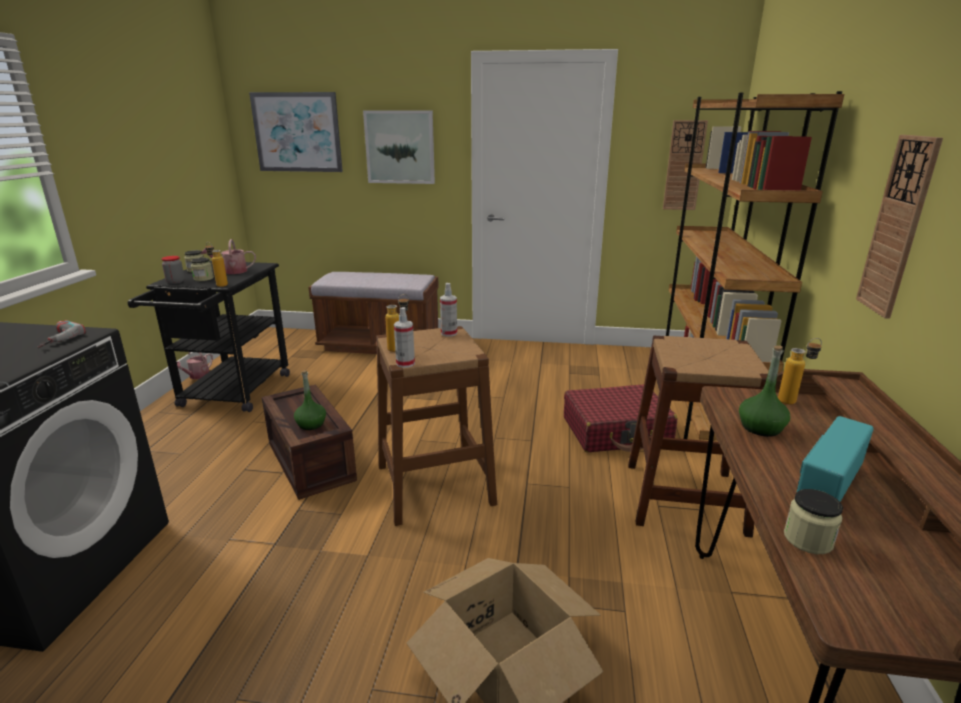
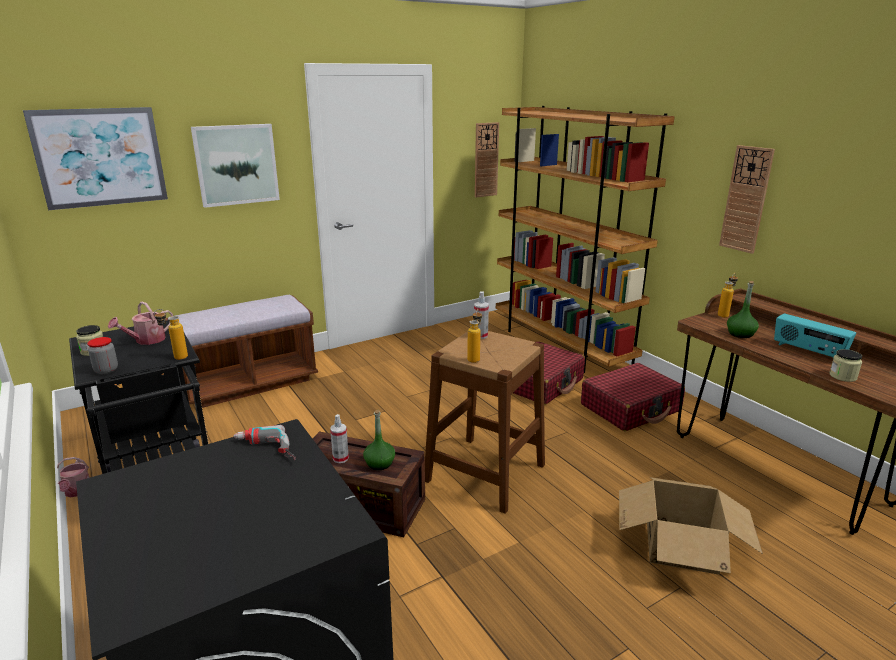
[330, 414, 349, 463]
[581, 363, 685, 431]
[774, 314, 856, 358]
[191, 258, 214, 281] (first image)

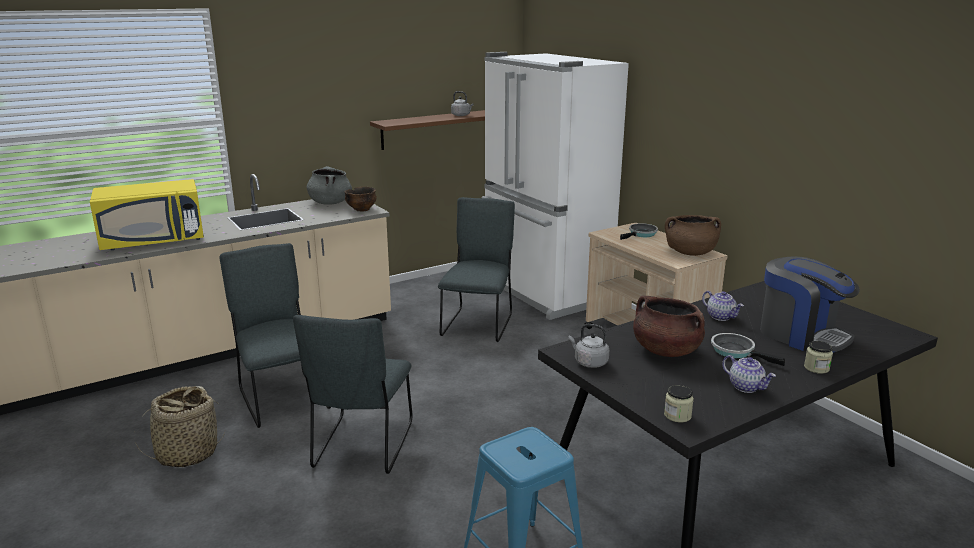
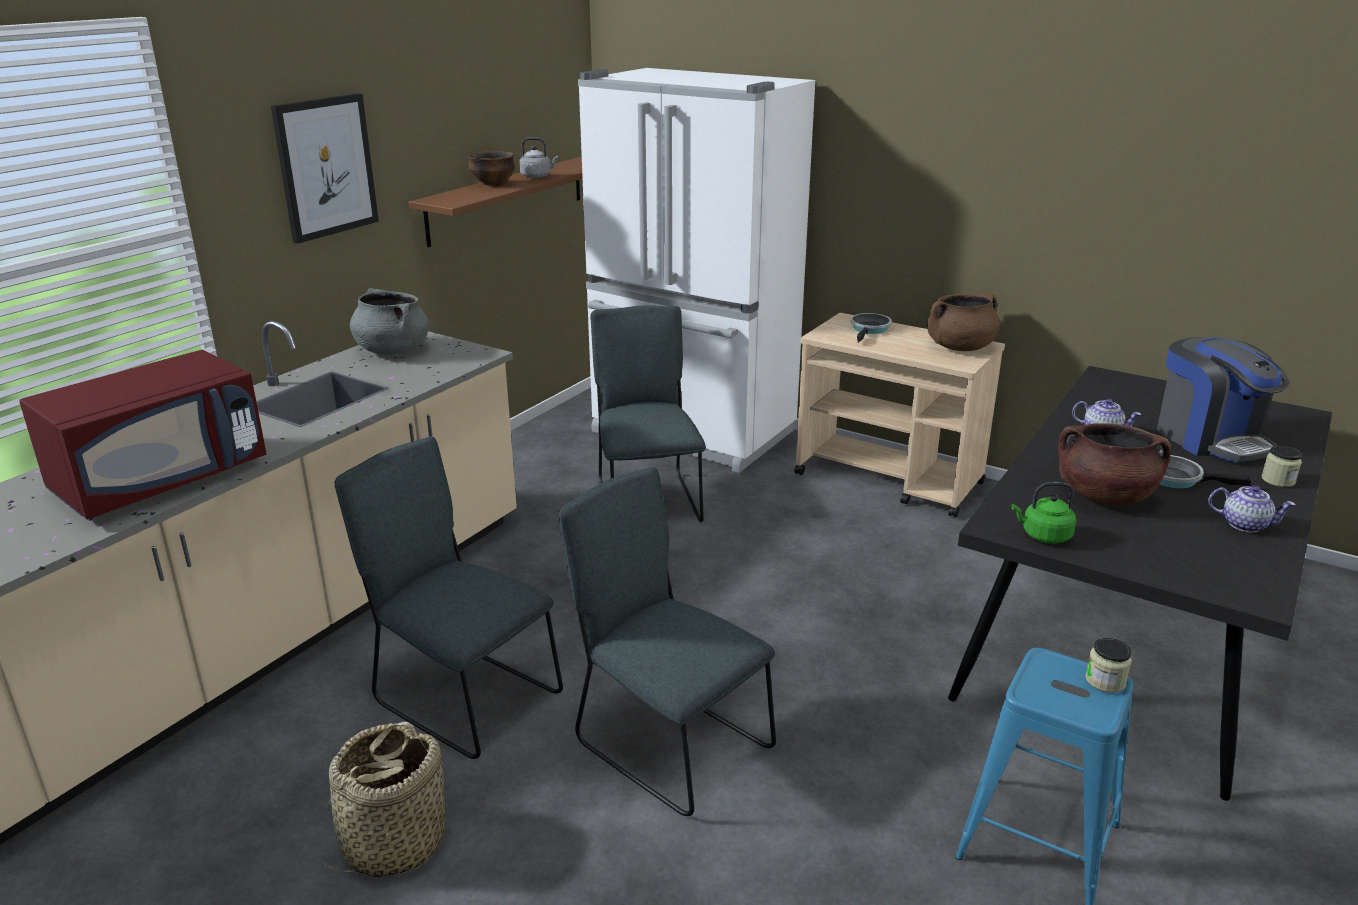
[19, 350, 266, 520]
[271, 93, 379, 244]
[468, 151, 515, 186]
[559, 467, 776, 816]
[1011, 482, 1076, 544]
[1085, 638, 1132, 693]
[1157, 337, 1290, 463]

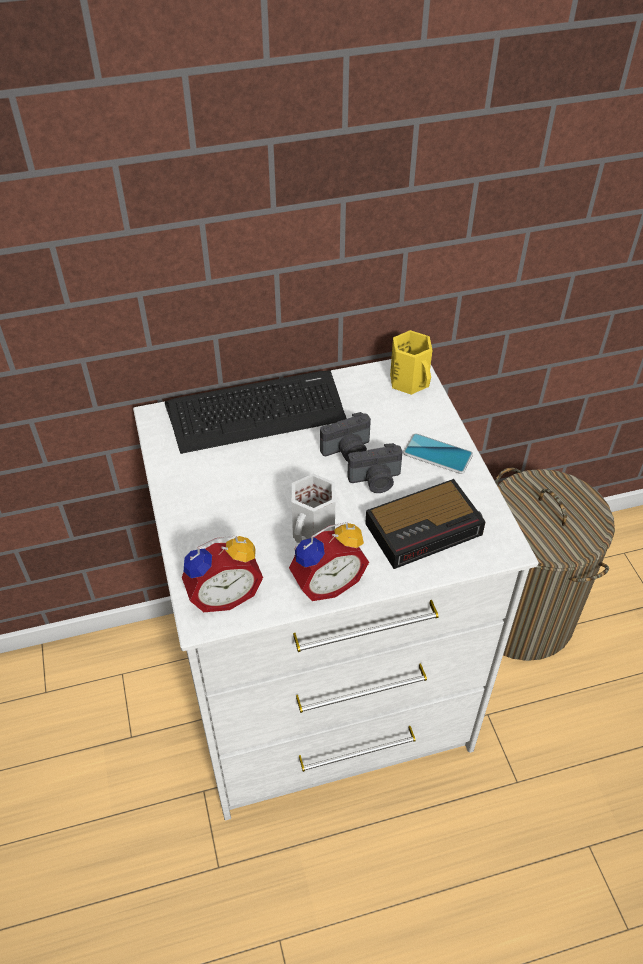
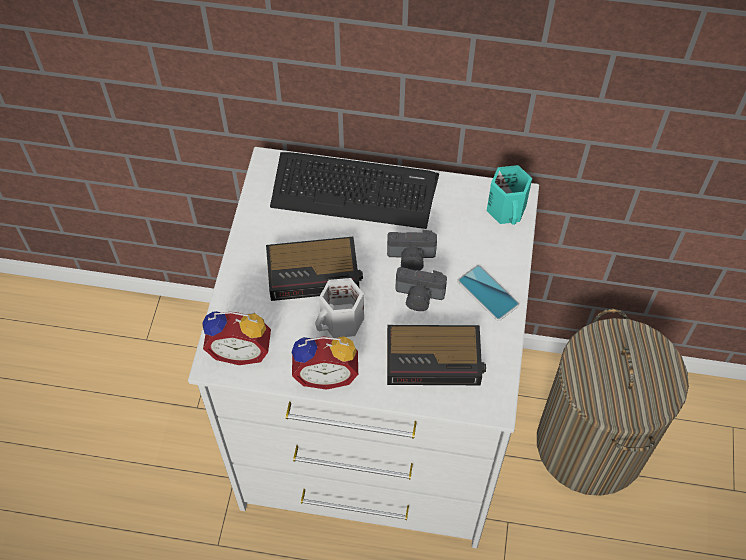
[266, 237, 363, 301]
[487, 165, 532, 225]

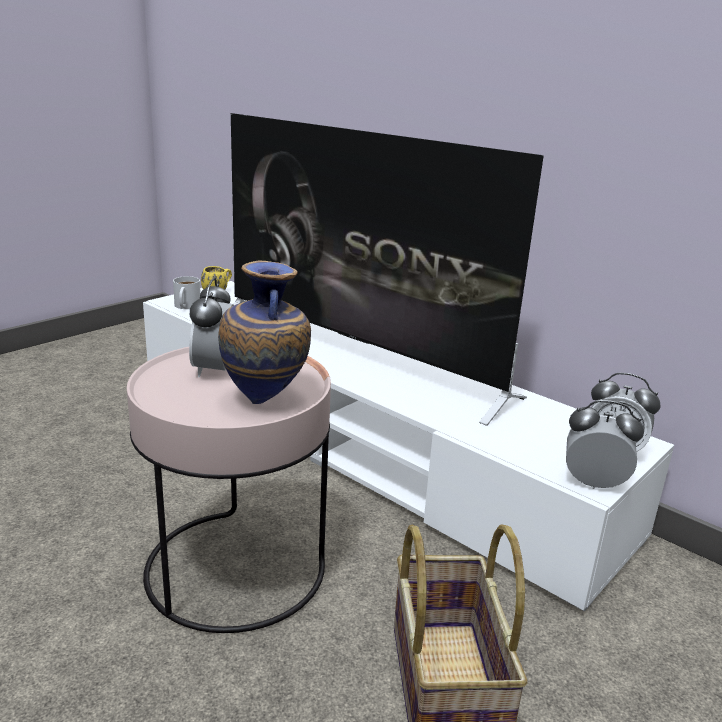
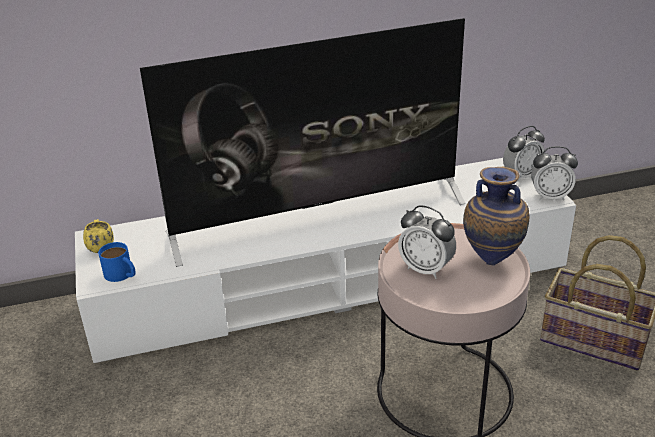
[98, 242, 136, 282]
[531, 146, 578, 201]

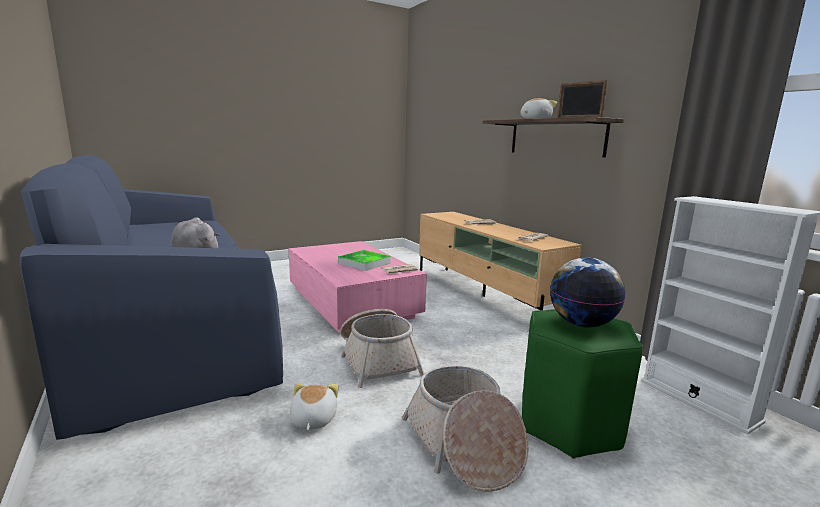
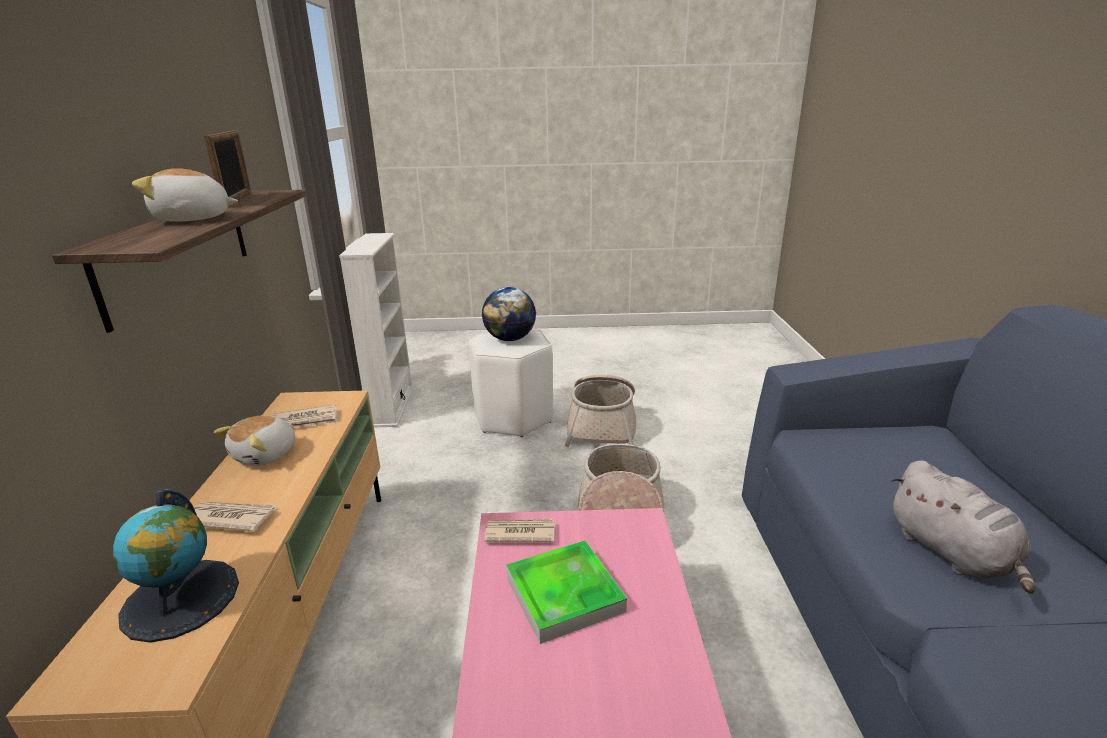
[113, 489, 239, 643]
[214, 416, 296, 466]
[468, 329, 553, 437]

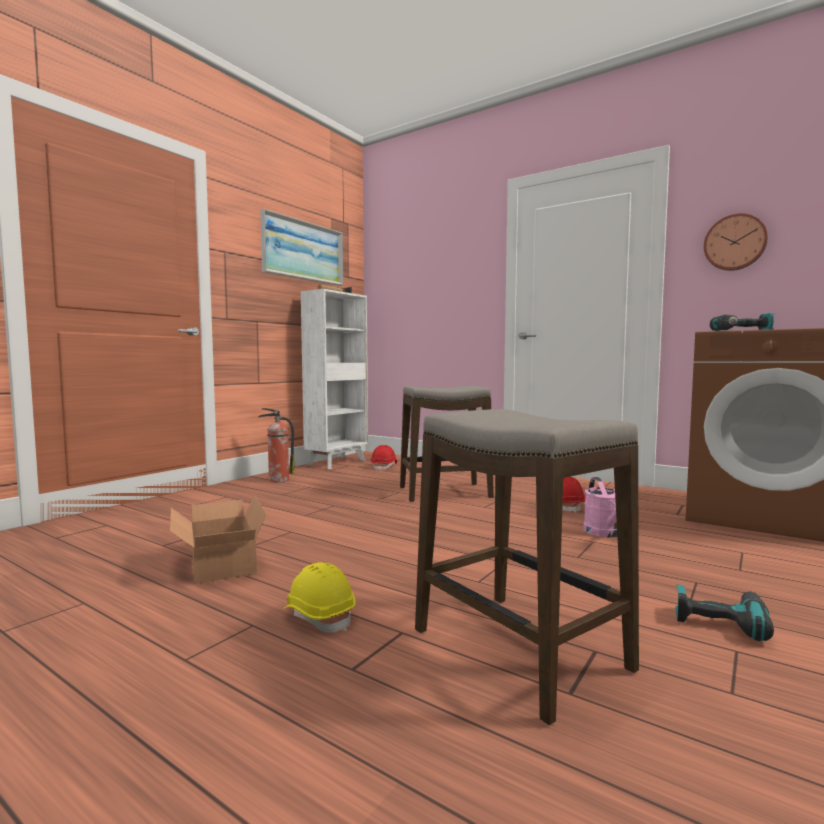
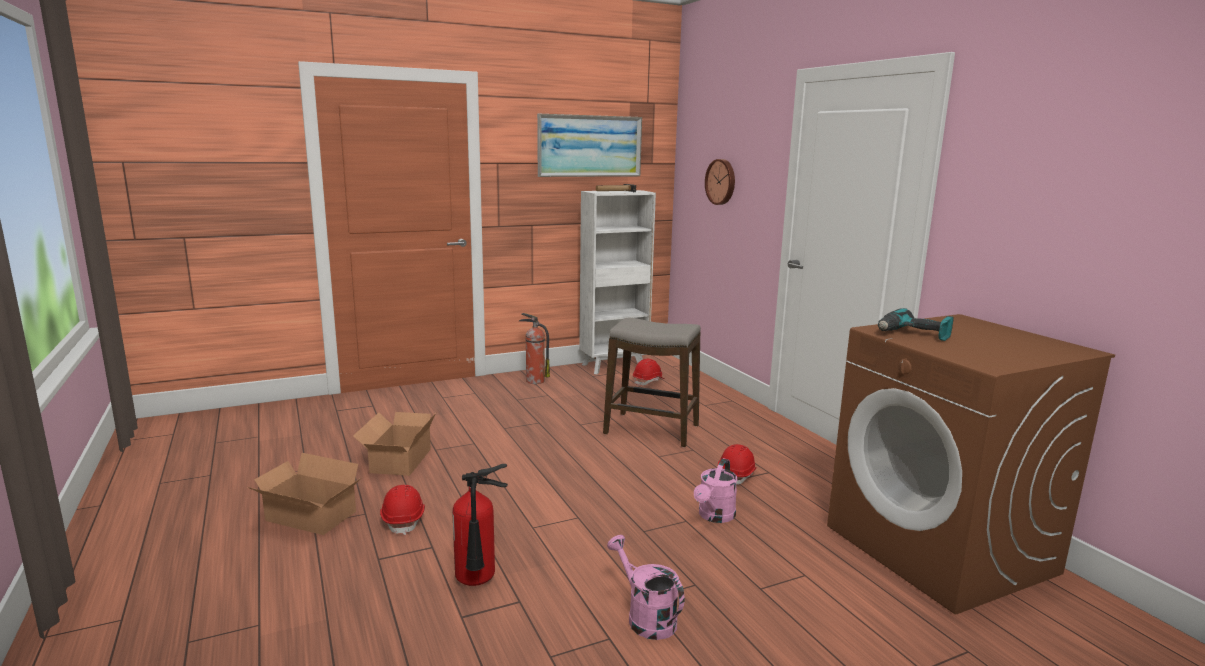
[248, 453, 362, 535]
[380, 485, 425, 535]
[452, 464, 508, 586]
[607, 535, 685, 640]
[705, 159, 735, 205]

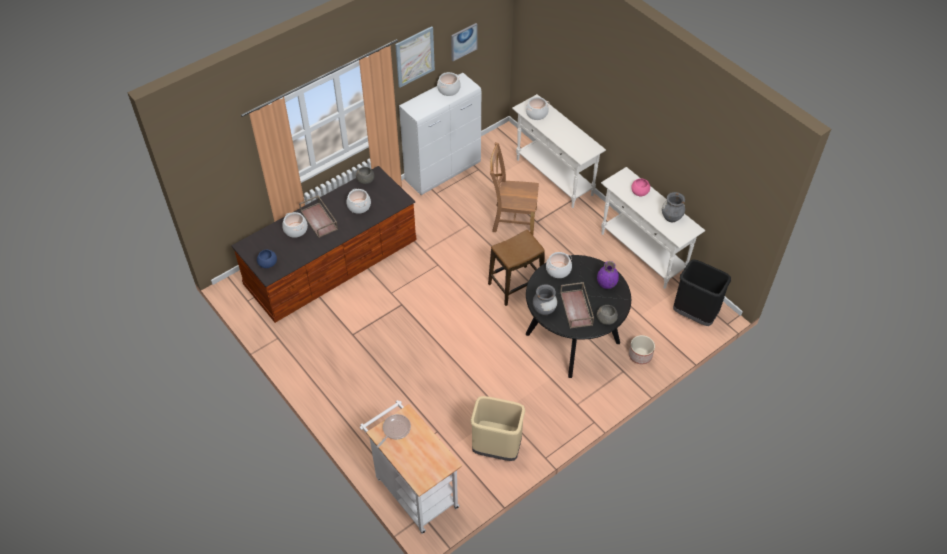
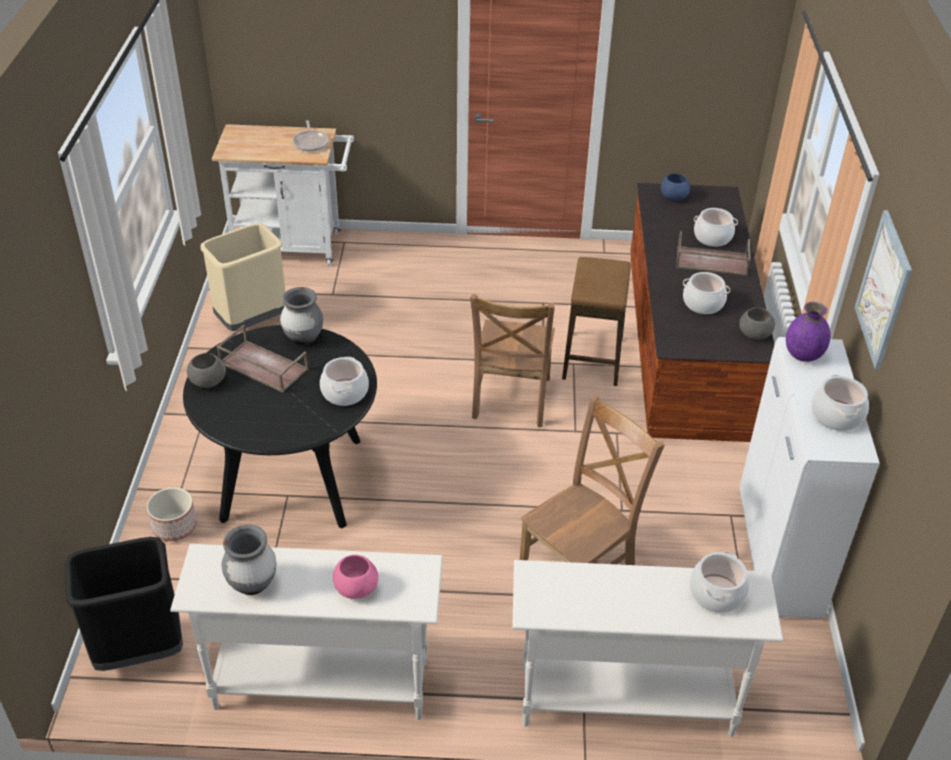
[470, 294, 555, 427]
[562, 257, 631, 386]
[786, 302, 831, 362]
[451, 23, 478, 61] (first image)

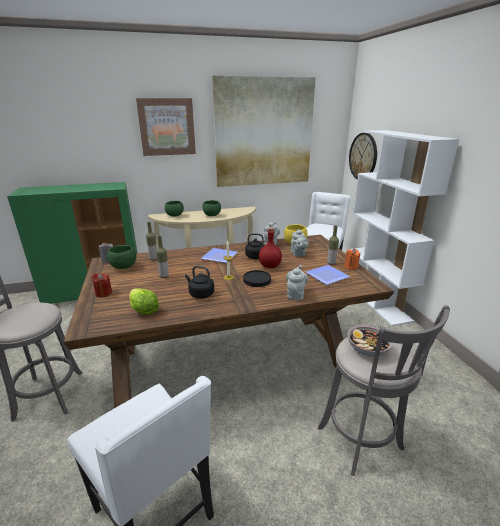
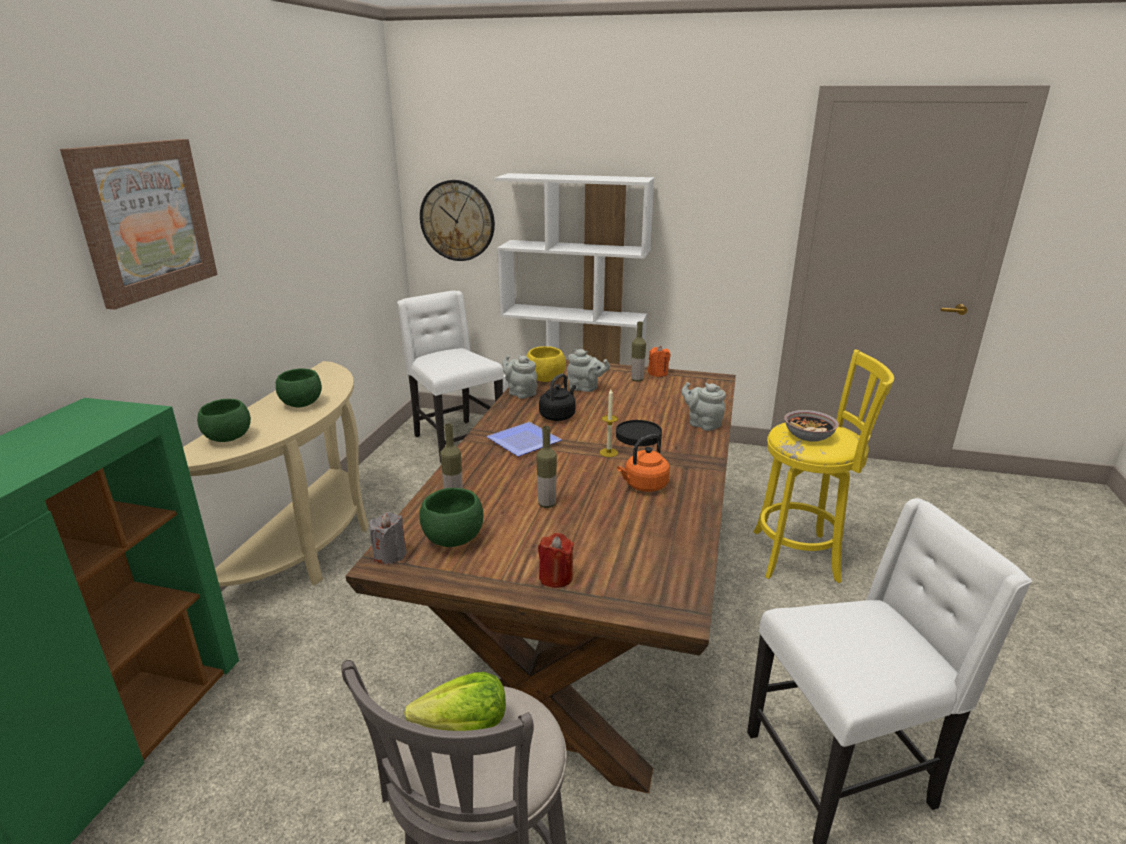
[404, 672, 506, 731]
[617, 434, 670, 492]
[754, 349, 894, 583]
[212, 76, 316, 187] (first image)
[259, 228, 282, 268] (first image)
[305, 265, 351, 285] (first image)

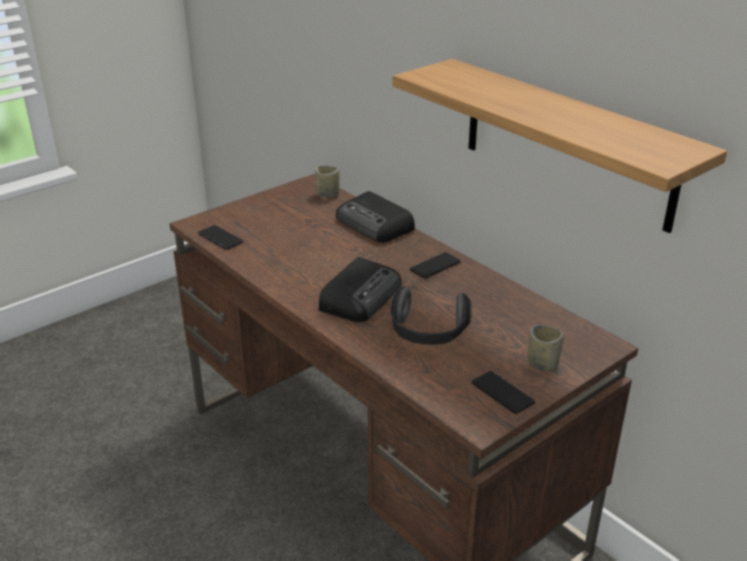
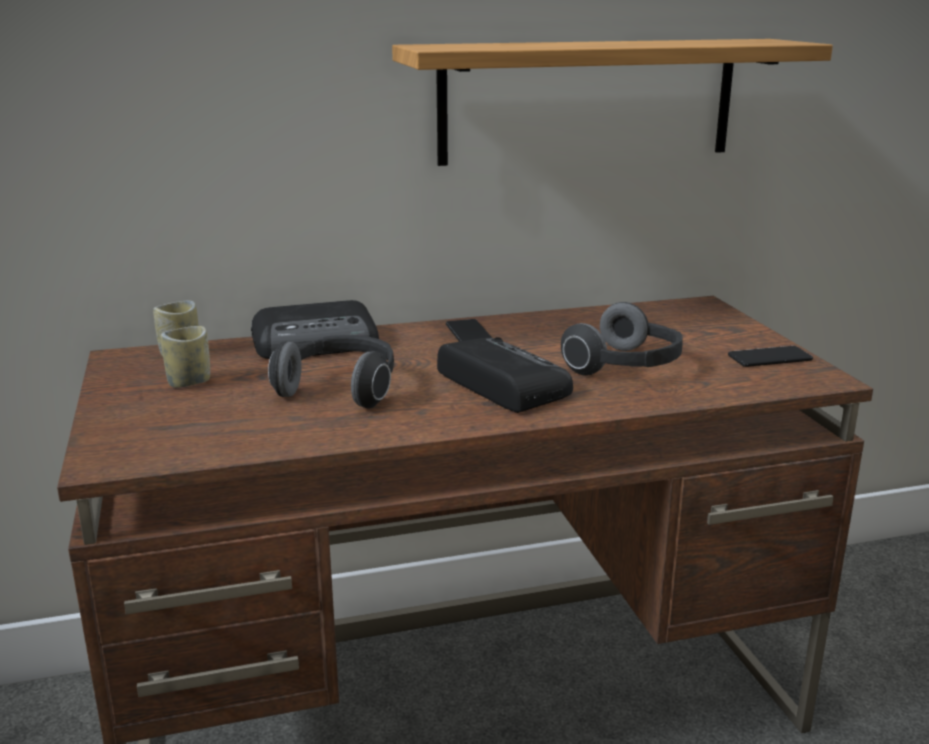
[161, 326, 210, 388]
[268, 335, 394, 409]
[198, 225, 243, 250] (first image)

